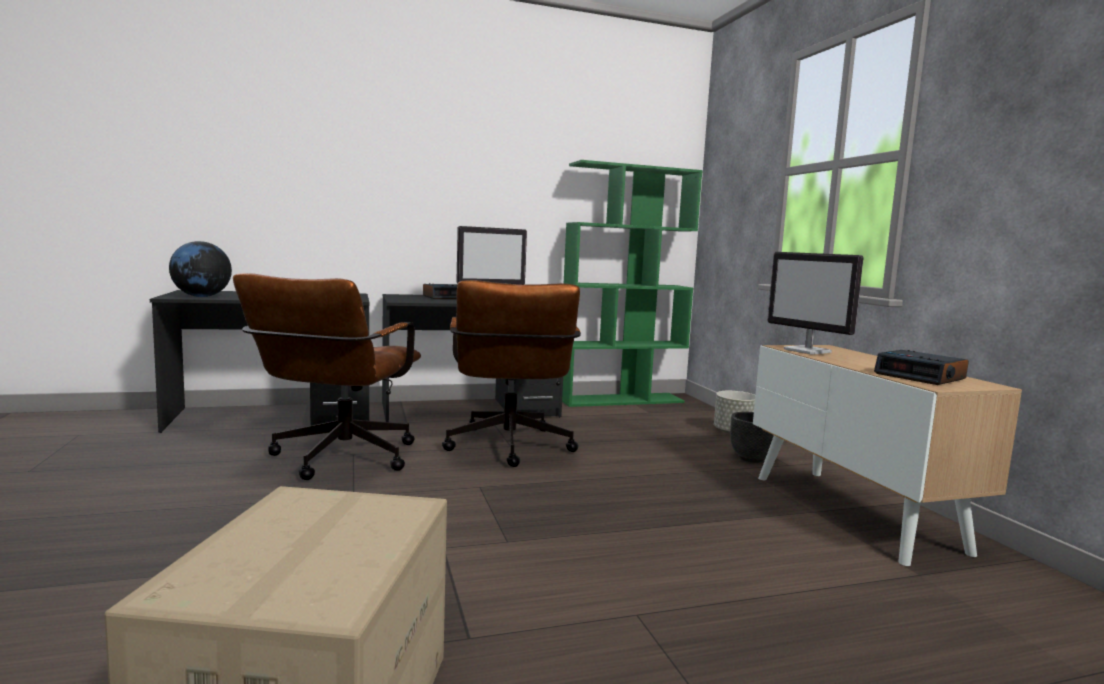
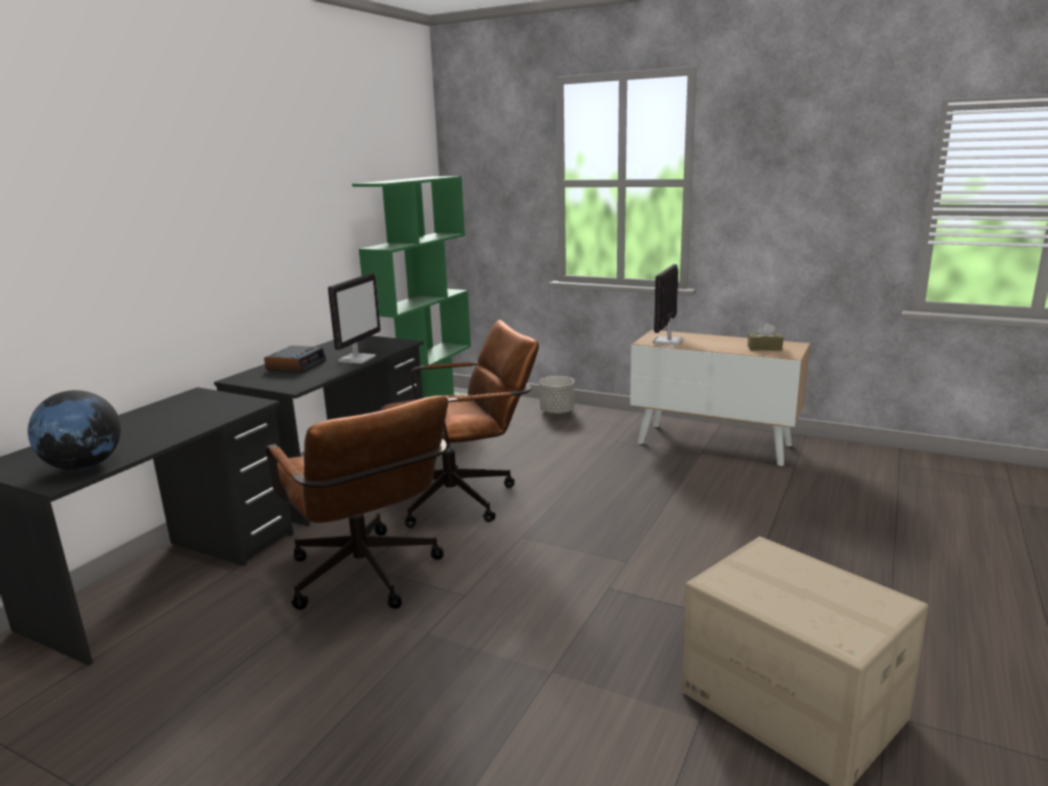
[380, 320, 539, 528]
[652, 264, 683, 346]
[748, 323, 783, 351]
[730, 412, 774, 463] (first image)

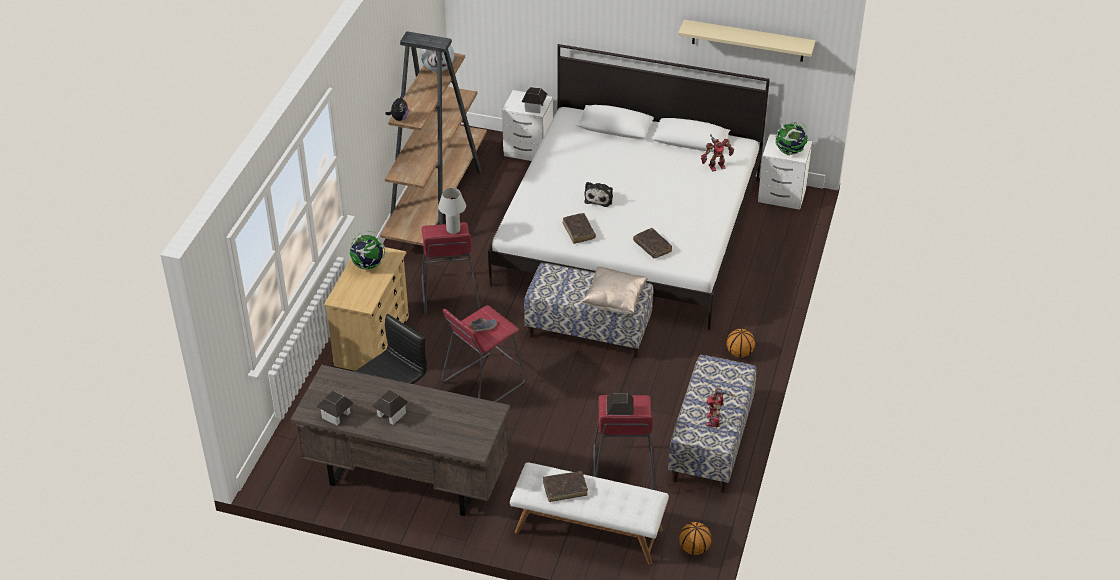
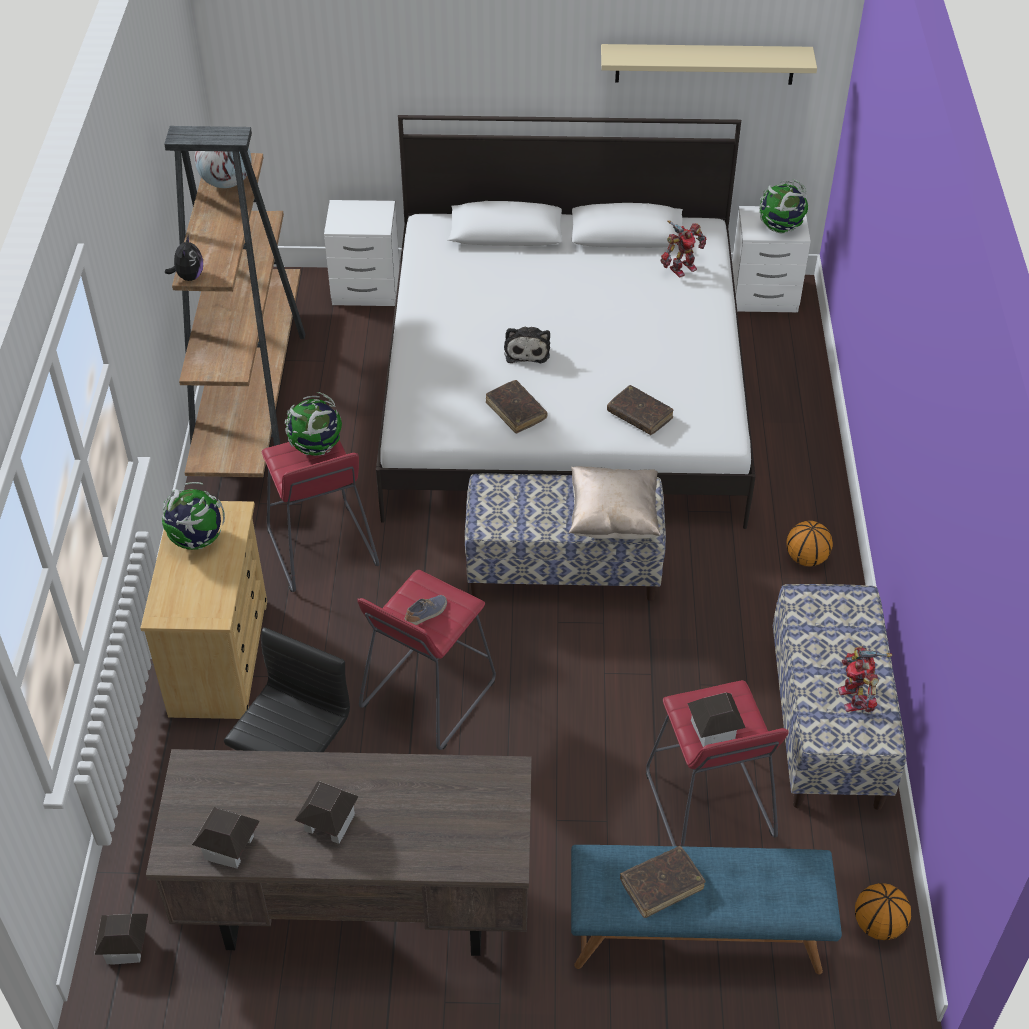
[94, 914, 148, 965]
[285, 392, 342, 456]
[571, 845, 842, 974]

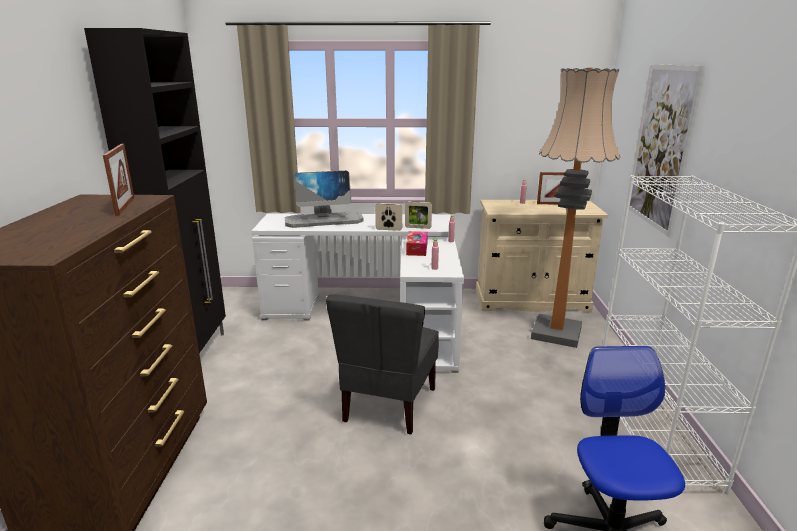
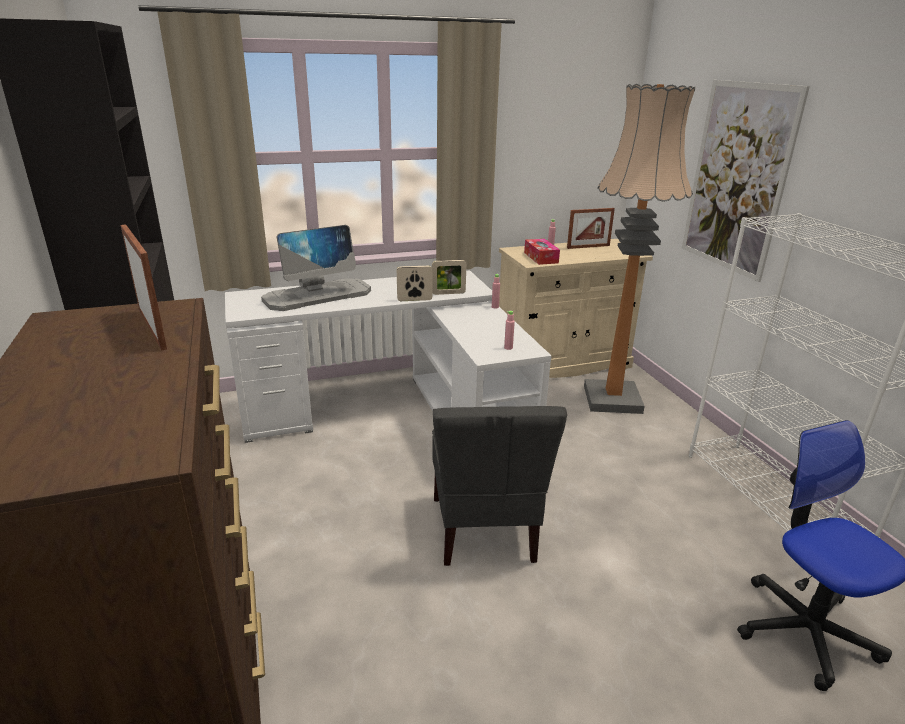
[524, 239, 560, 265]

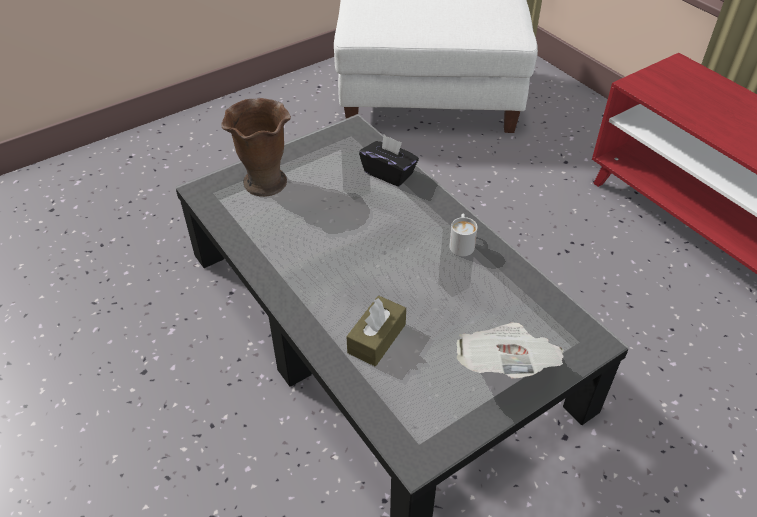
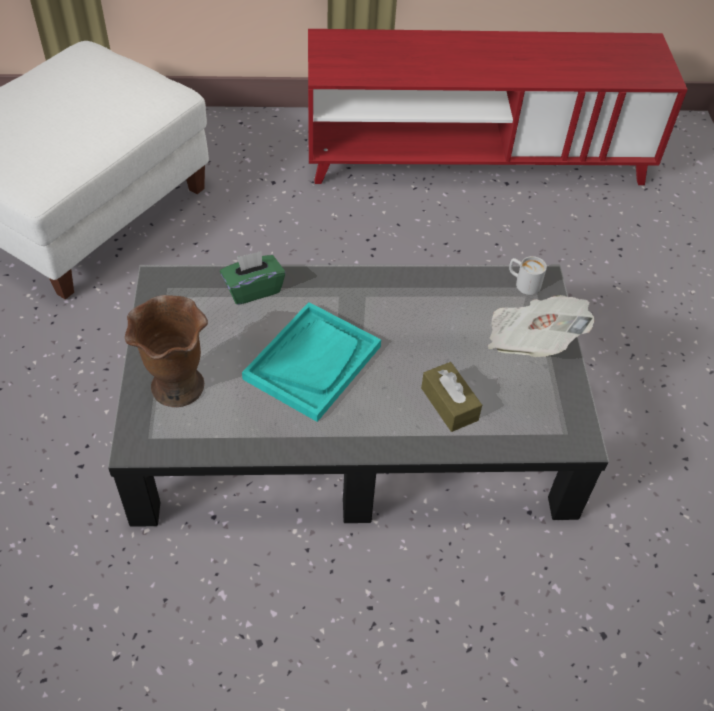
[220, 251, 285, 305]
[242, 302, 381, 422]
[509, 256, 547, 295]

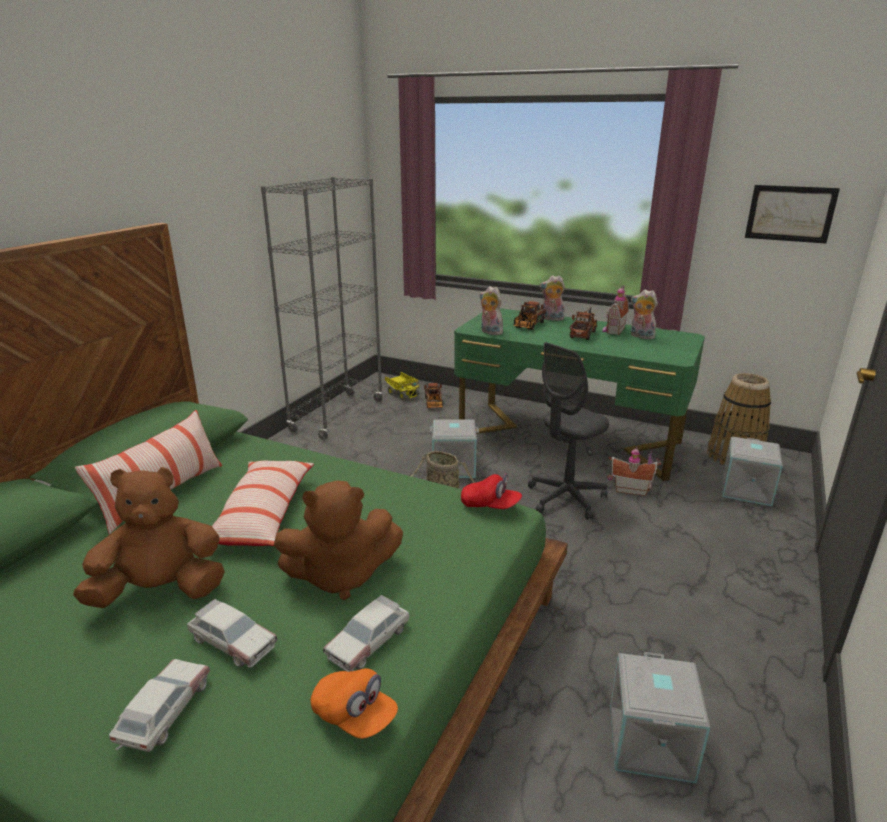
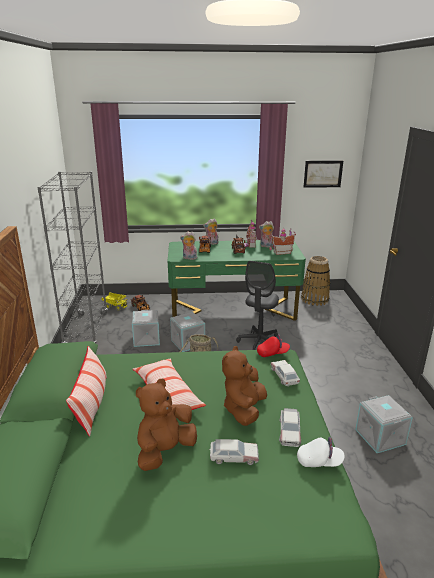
[132, 310, 160, 347]
[222, 346, 267, 426]
[269, 228, 296, 255]
[271, 360, 300, 387]
[297, 437, 345, 467]

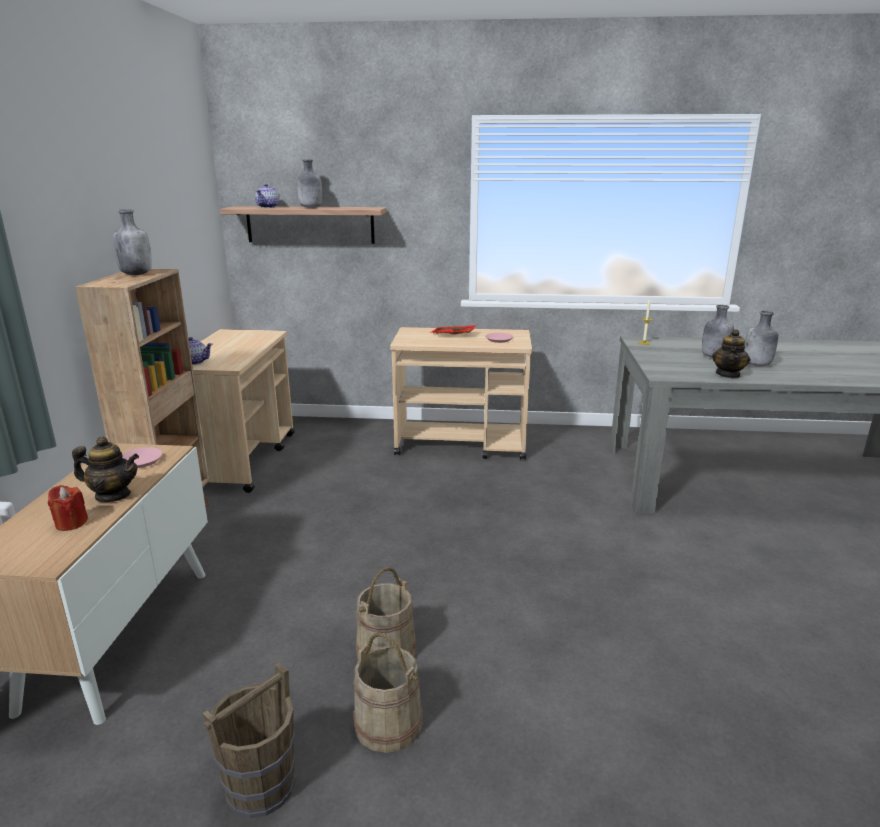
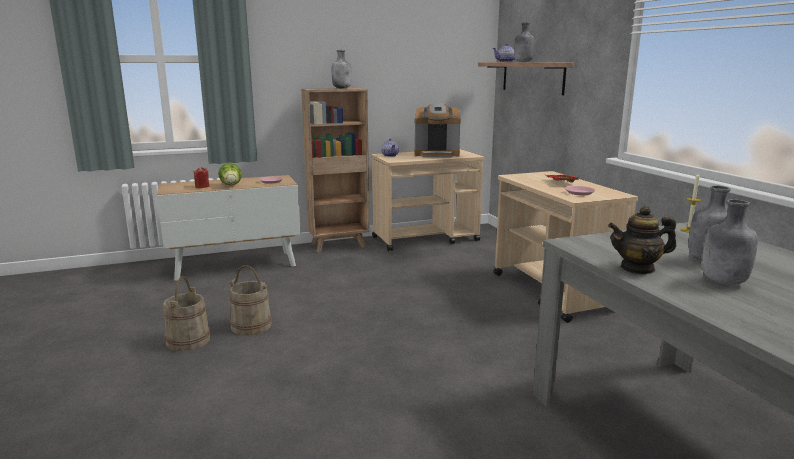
[218, 163, 242, 185]
[414, 103, 461, 158]
[203, 663, 295, 818] (first image)

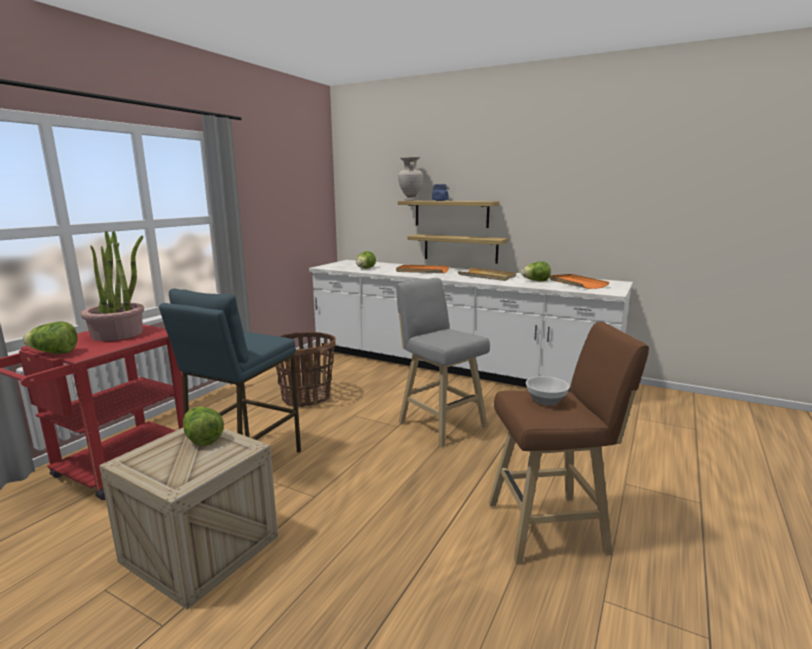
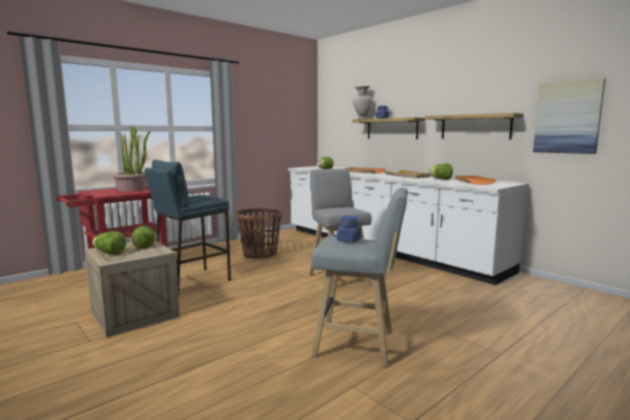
[92, 231, 126, 254]
[311, 188, 408, 366]
[337, 216, 361, 242]
[425, 113, 523, 139]
[533, 78, 605, 154]

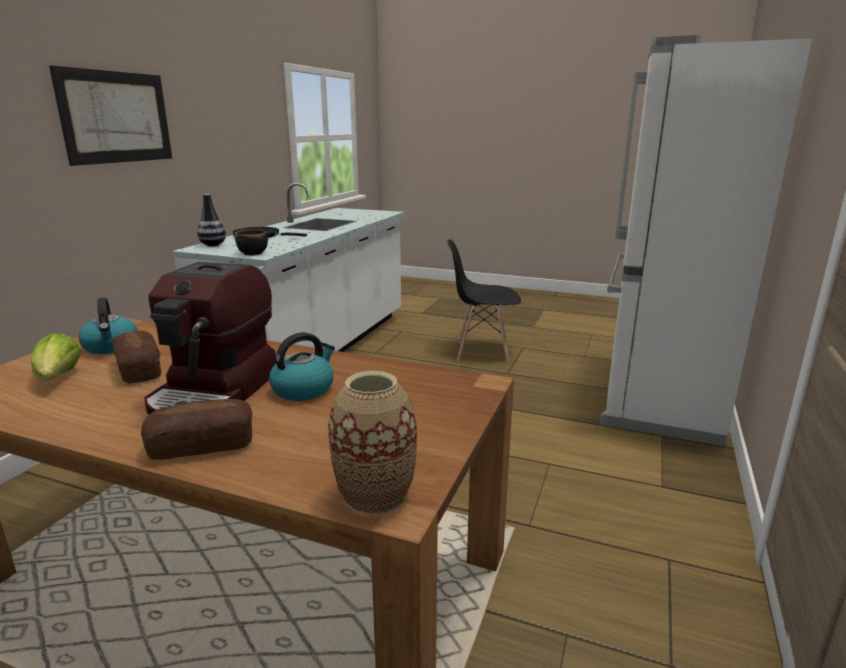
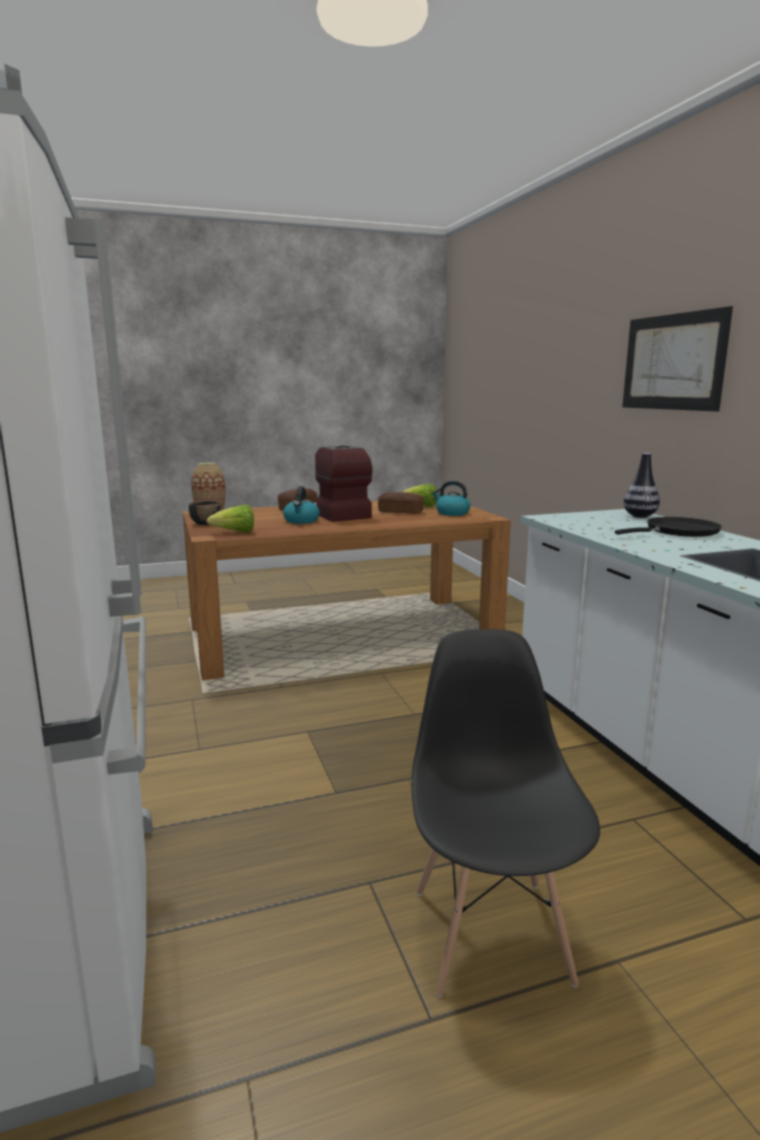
[189, 501, 221, 525]
[206, 505, 254, 532]
[412, 629, 600, 997]

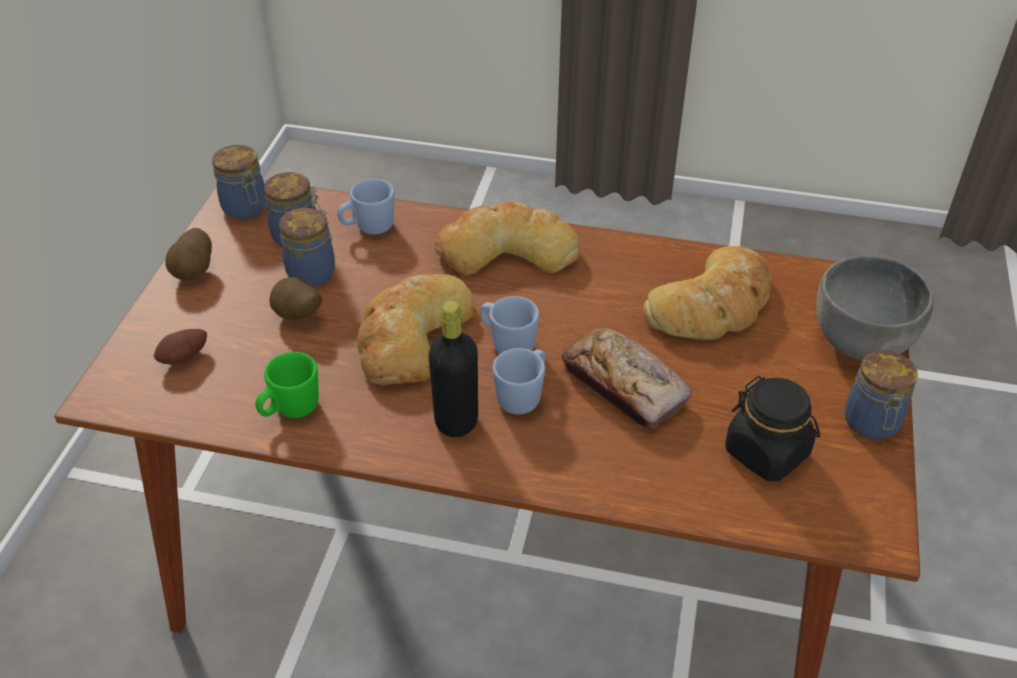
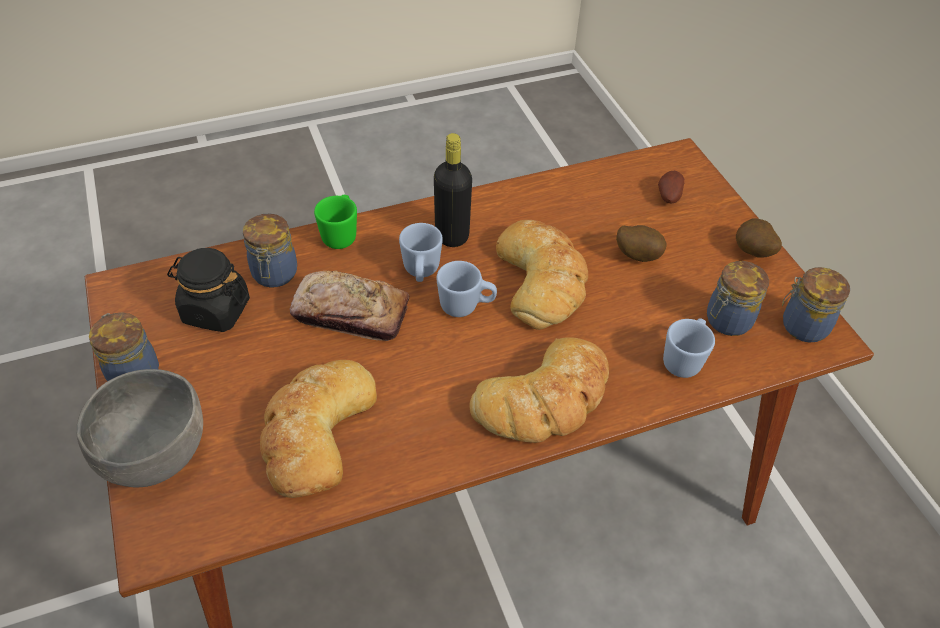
[243, 214, 297, 288]
[314, 195, 357, 249]

